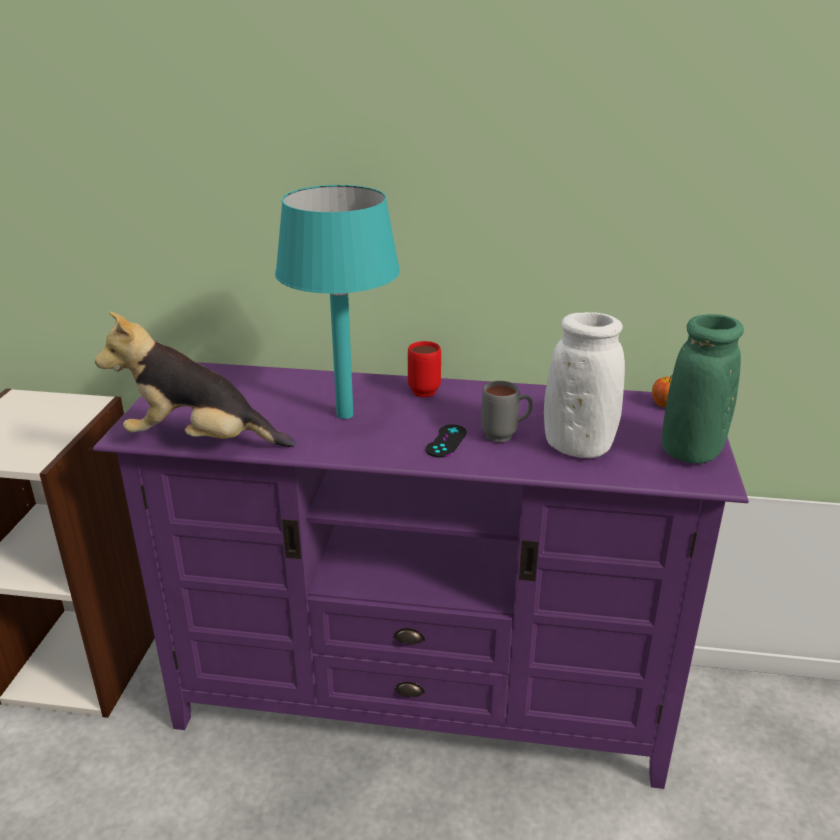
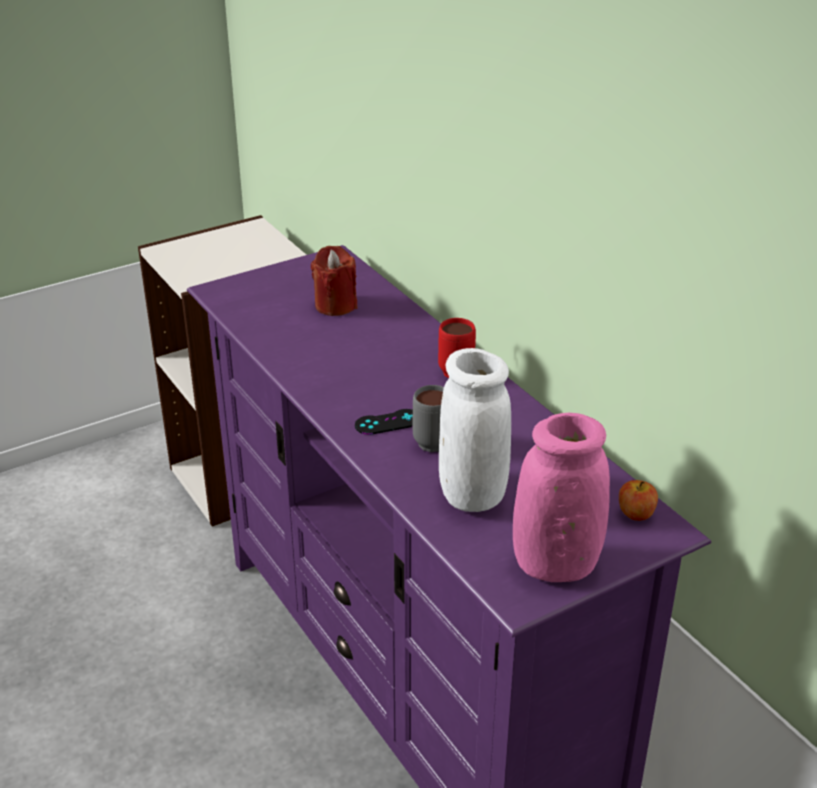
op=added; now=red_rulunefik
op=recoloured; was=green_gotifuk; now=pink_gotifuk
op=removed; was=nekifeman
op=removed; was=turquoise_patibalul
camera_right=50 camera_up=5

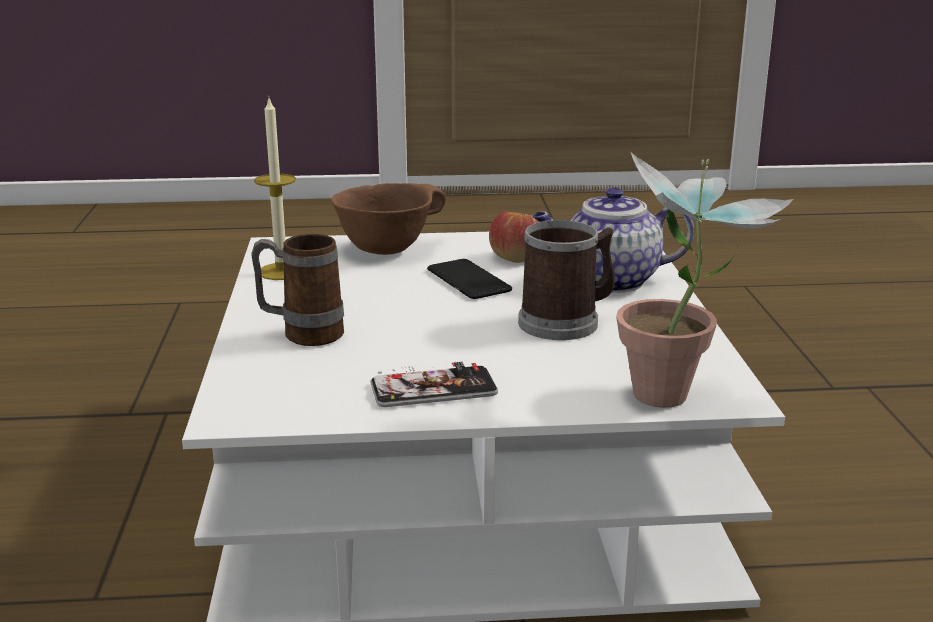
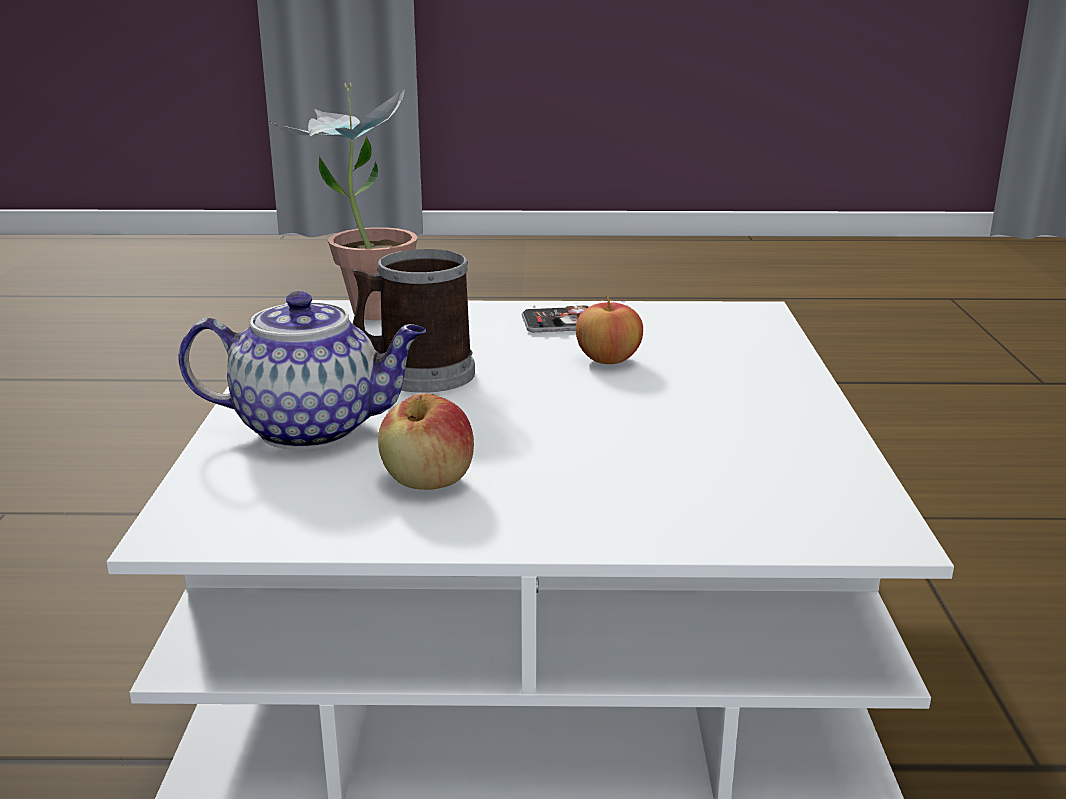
op=added; now=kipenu (2nd from left)
op=removed; was=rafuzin (1st from left)
op=removed; was=rulunefik
op=removed; was=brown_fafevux
op=removed; was=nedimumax (2nd from left)
camera_right=-175 camera_up=0

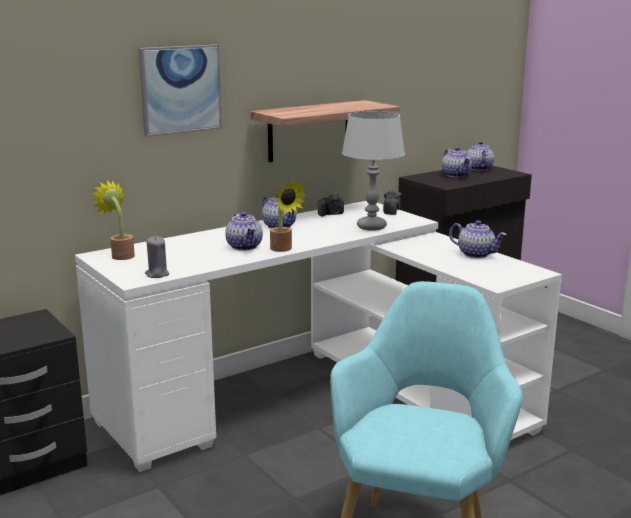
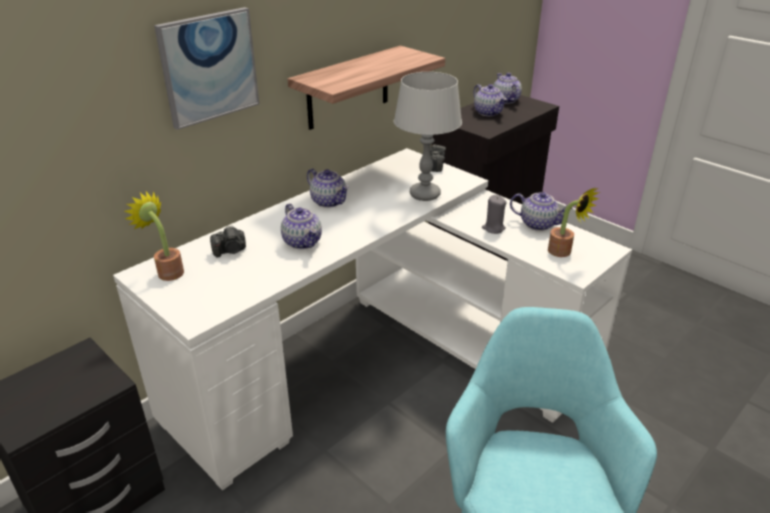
op=moved; was=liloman (1st from left)
op=moved; was=grey_rulunefik
op=moved; was=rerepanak (2nd from left)
camera_right=-10 camera_up=15

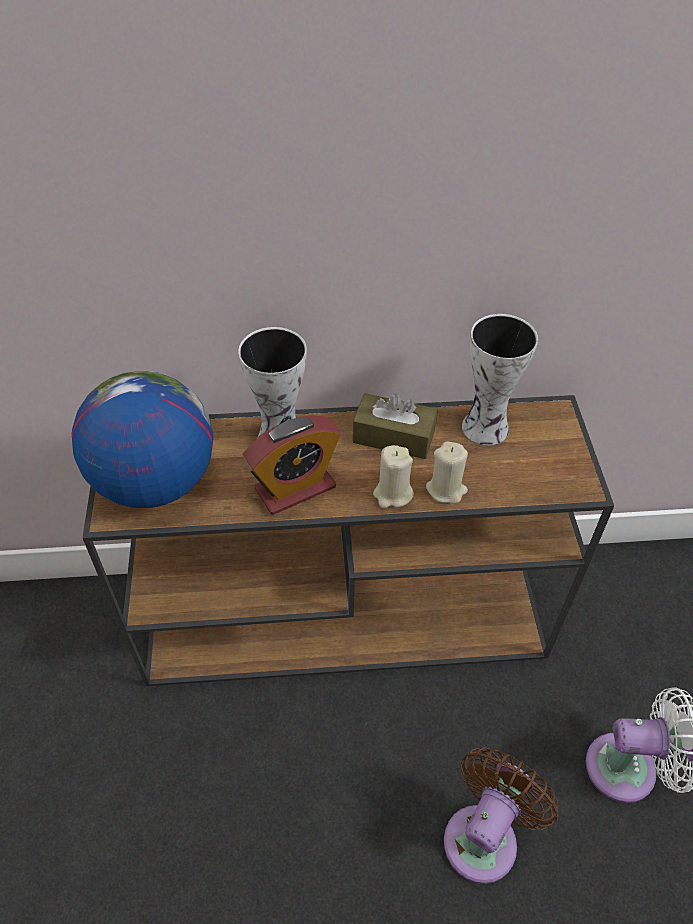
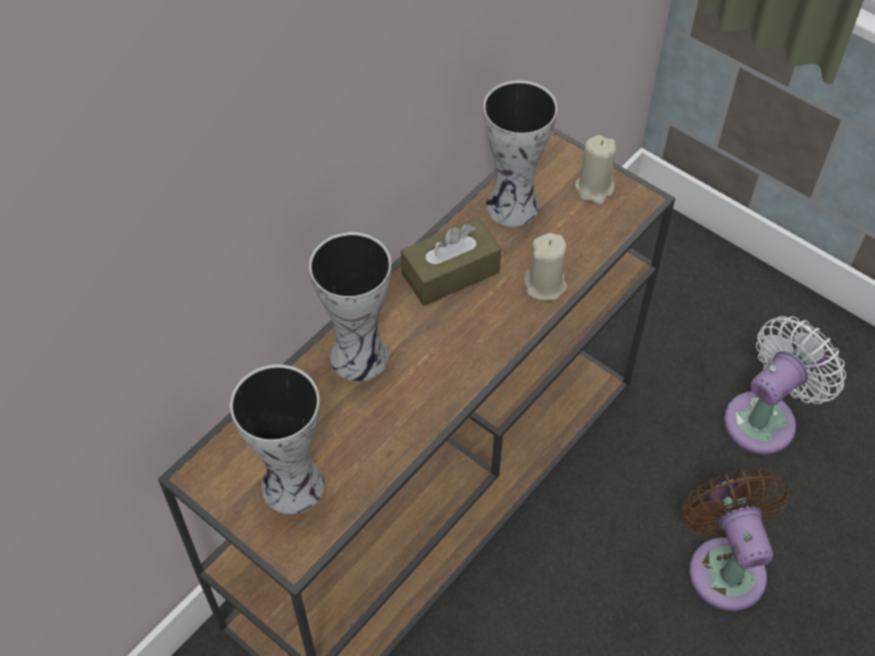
op=replaced; was=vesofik; now=gotifuk (1st from left)
op=moved; was=beige_rulunefik (1st from left in the first image); now=beige_rulunefik (2nd from left)
op=removed; was=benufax
camera_right=-45 camera_up=5

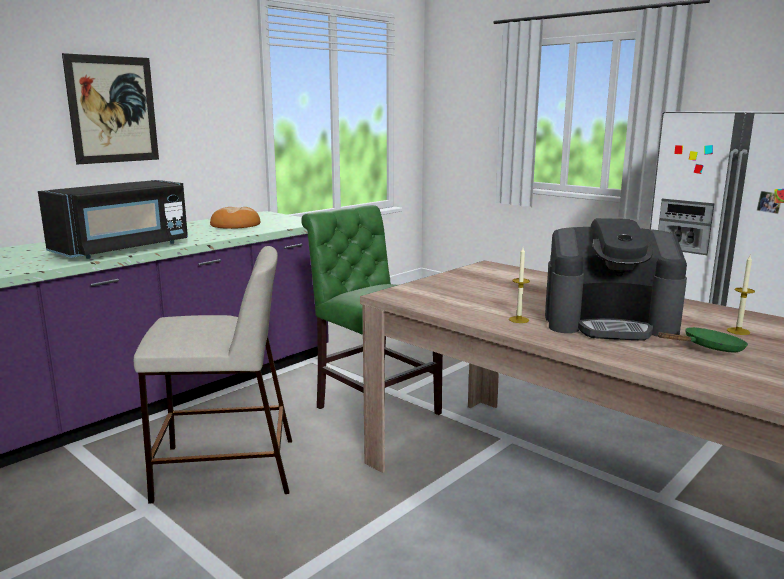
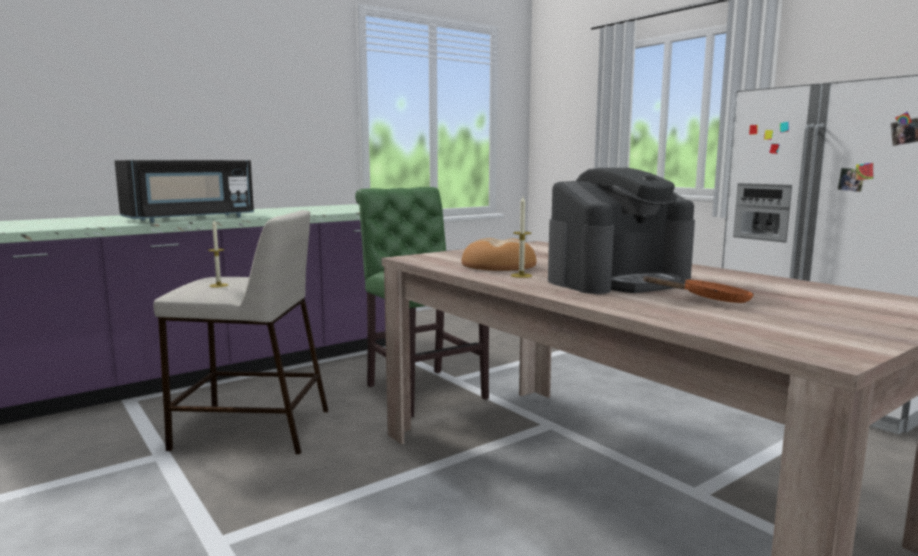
op=moved; was=rulunefik (2nd from left in the first image); now=rulunefik (1st from left)
op=moved; was=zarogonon
op=turned; was=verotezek; clockwise=-45
op=recoloured; was=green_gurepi; now=orange_gurepi
op=removed; was=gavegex
camera_right=10 camera_up=-5

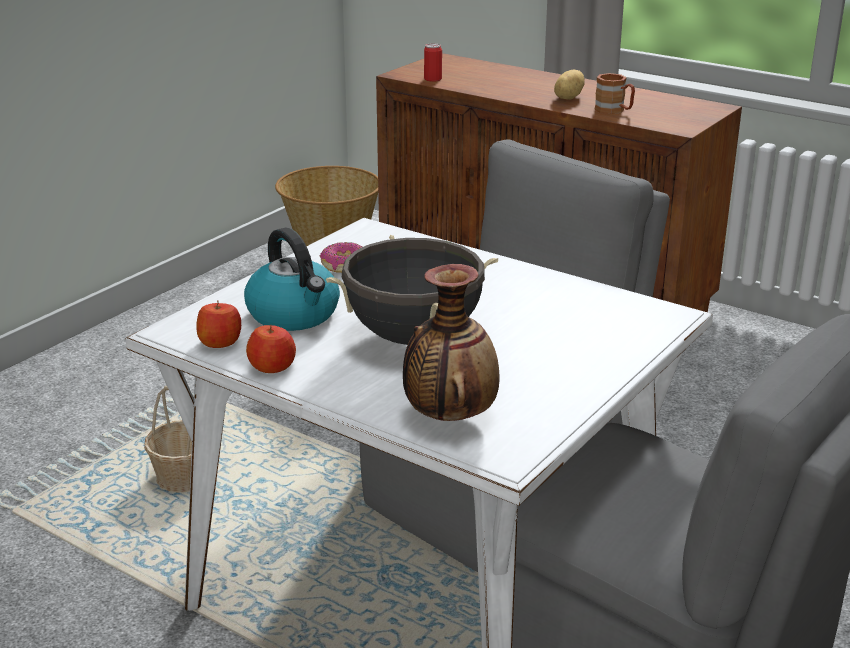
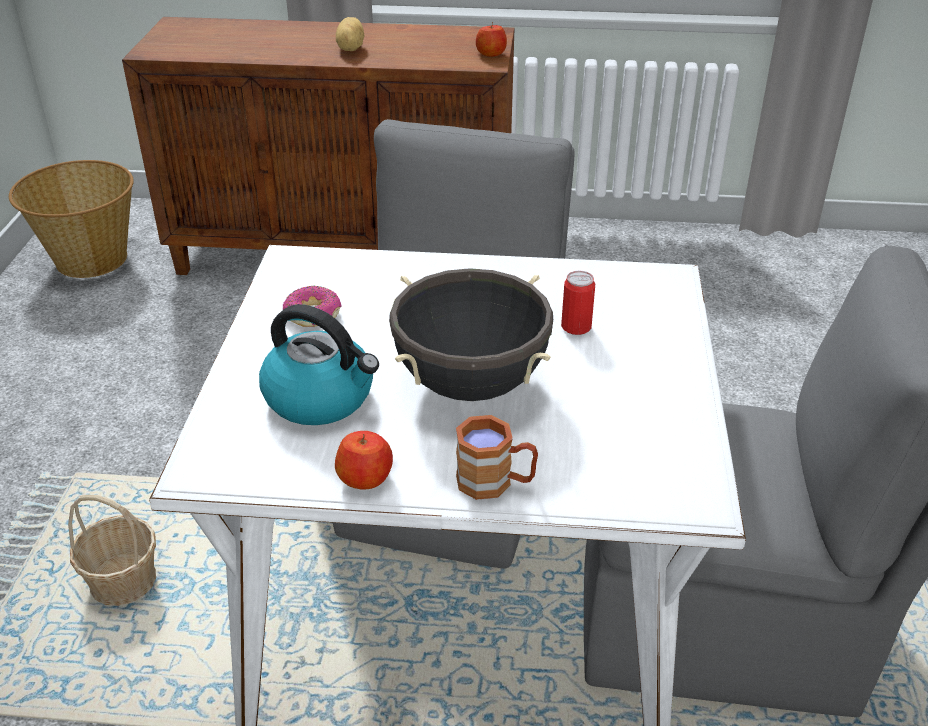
op=moved; was=brown_rafuzin
op=moved; was=kipenu (1st from left in the first image); now=kipenu (2nd from left)
op=moved; was=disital
op=removed; was=gotifuk
camera_right=-30 camera_up=10

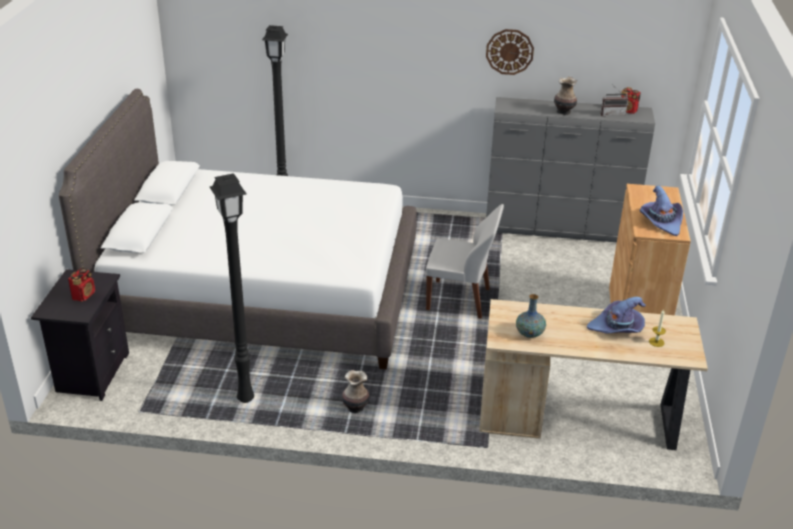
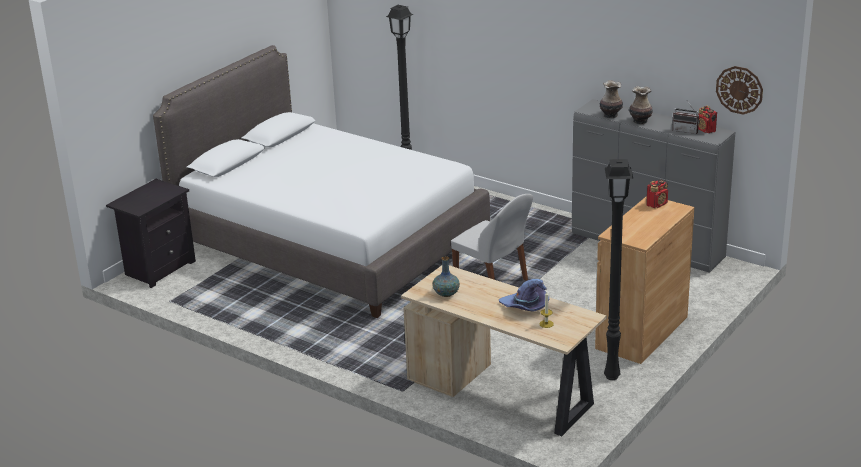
op=moved; was=gotifuk (1st from left in the first image); now=gotifuk (2nd from left)
op=moved; was=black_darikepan (1st from left in the first image); now=black_darikepan (2nd from left)
op=moved; was=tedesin (1st from left)
op=moved; was=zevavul
op=removed; was=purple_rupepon (2nd from left)
camera_right=30 camera_up=-5

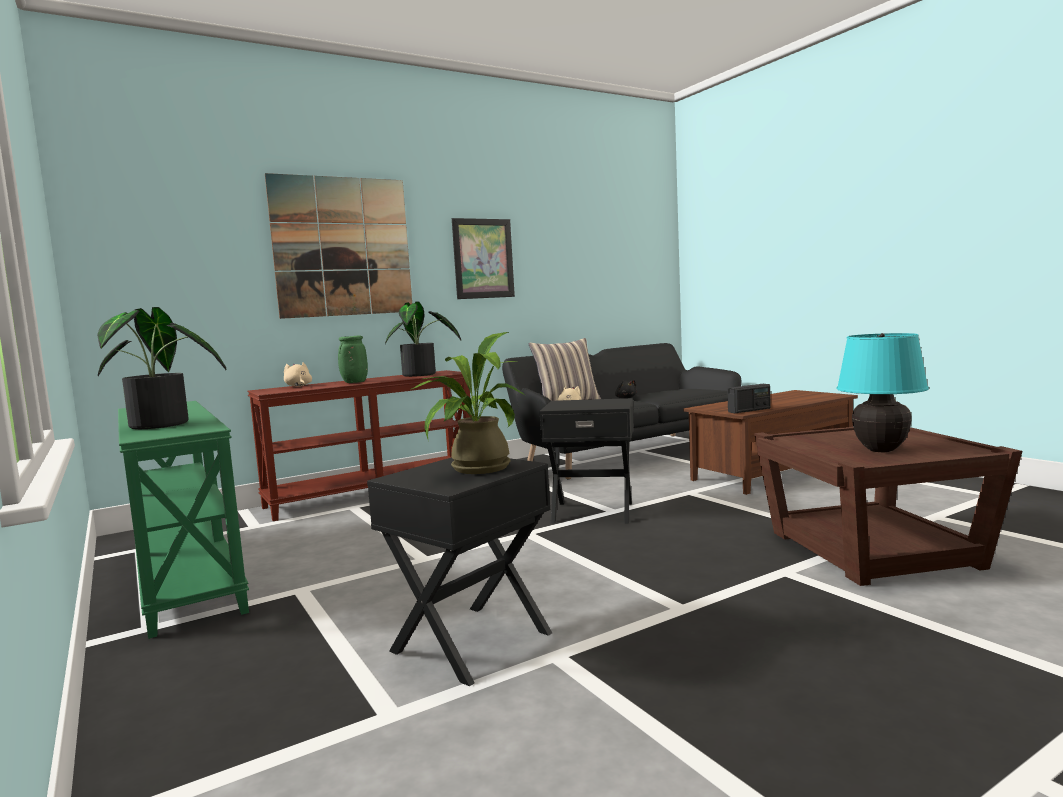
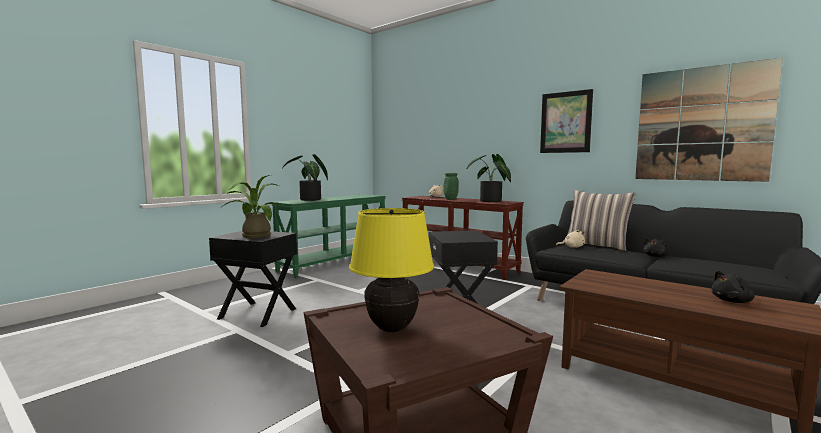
op=recoloured; was=turquoise_patibalul; now=yellow_patibalul
op=moved; was=gavegex (1st from left in the first image); now=gavegex (2nd from left)
op=added; now=black_nekifeman (2nd from left)
op=removed; was=tedesin
camera_right=70 camera_up=0

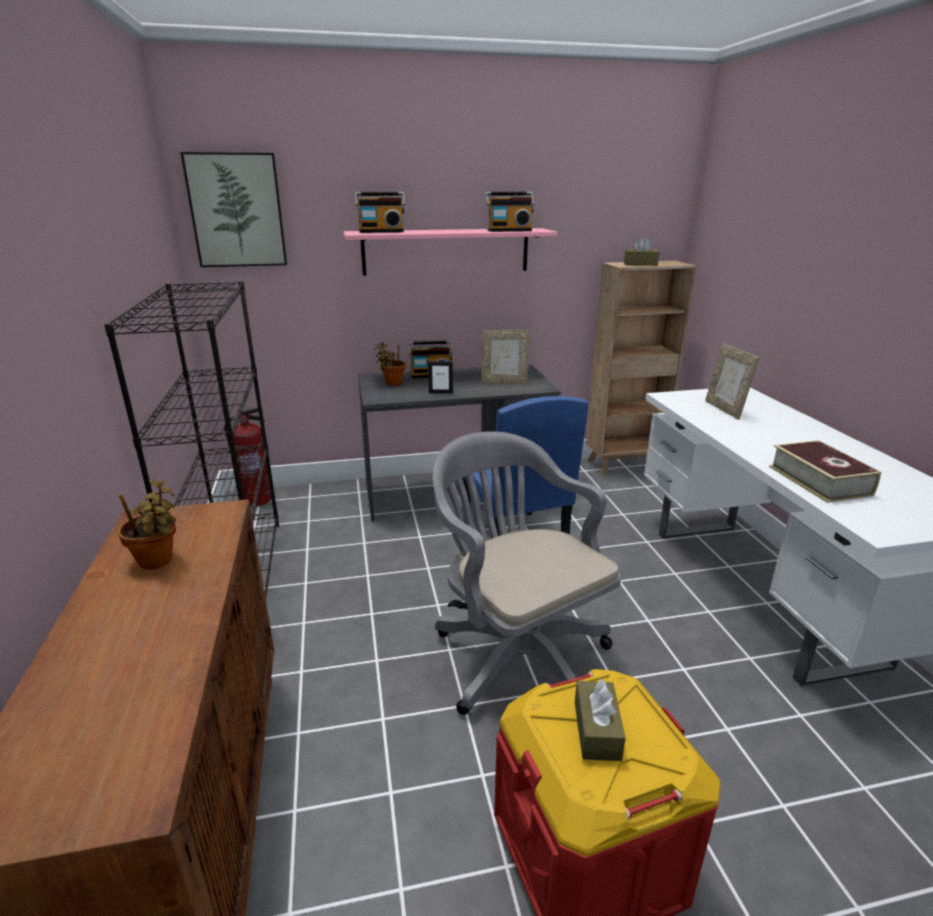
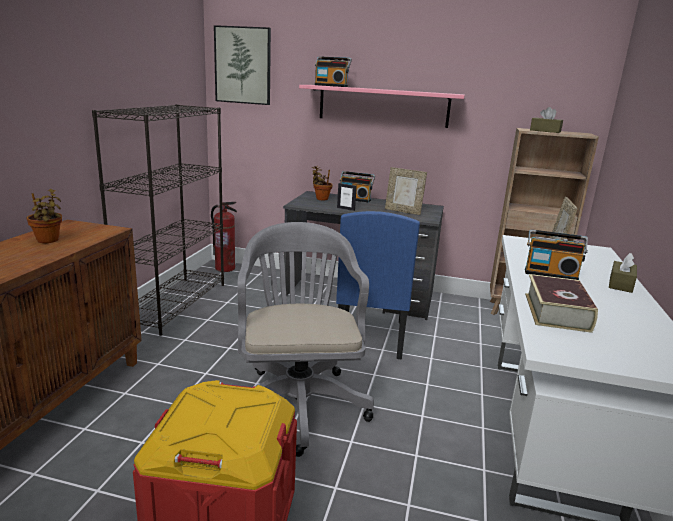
op=moved; was=tedesin (3rd from left)
op=moved; was=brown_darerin (1st from left in the first image); now=brown_darerin (2nd from left)
camera_right=25 camera_up=-5

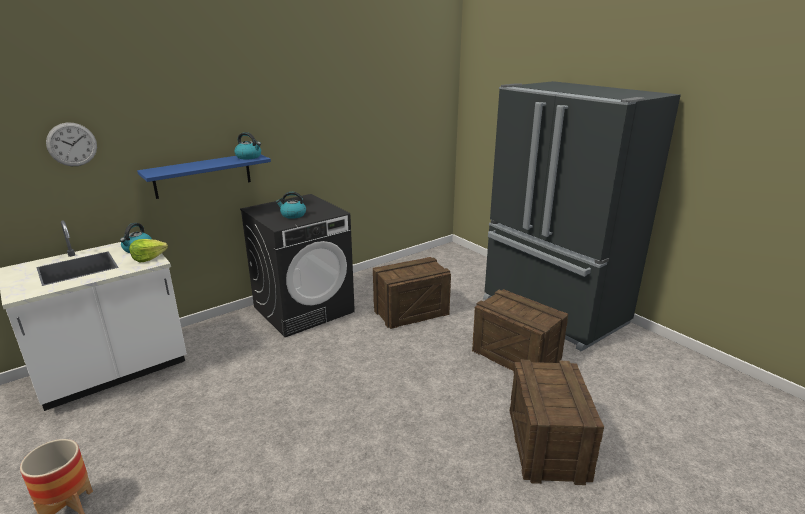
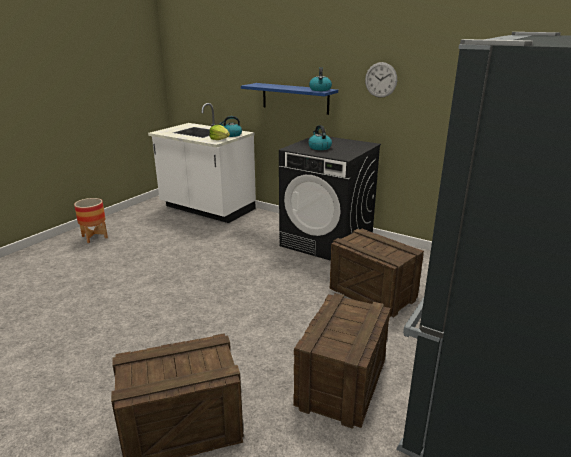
op=moved; was=zevavul
camera_right=70 camera_up=0

